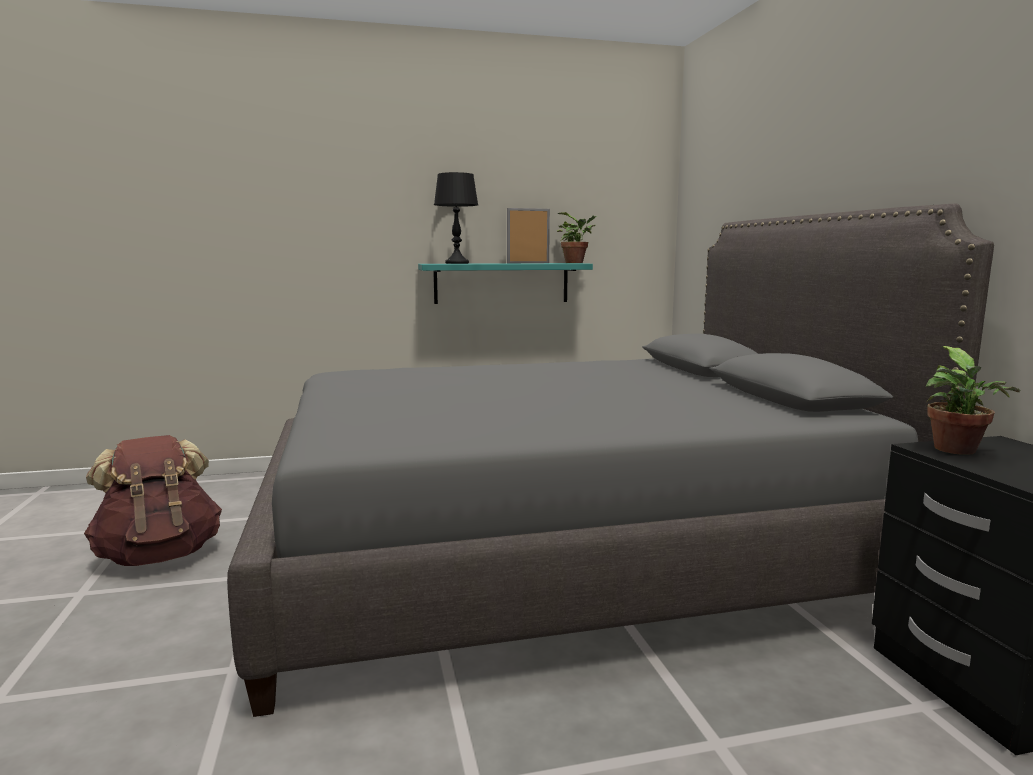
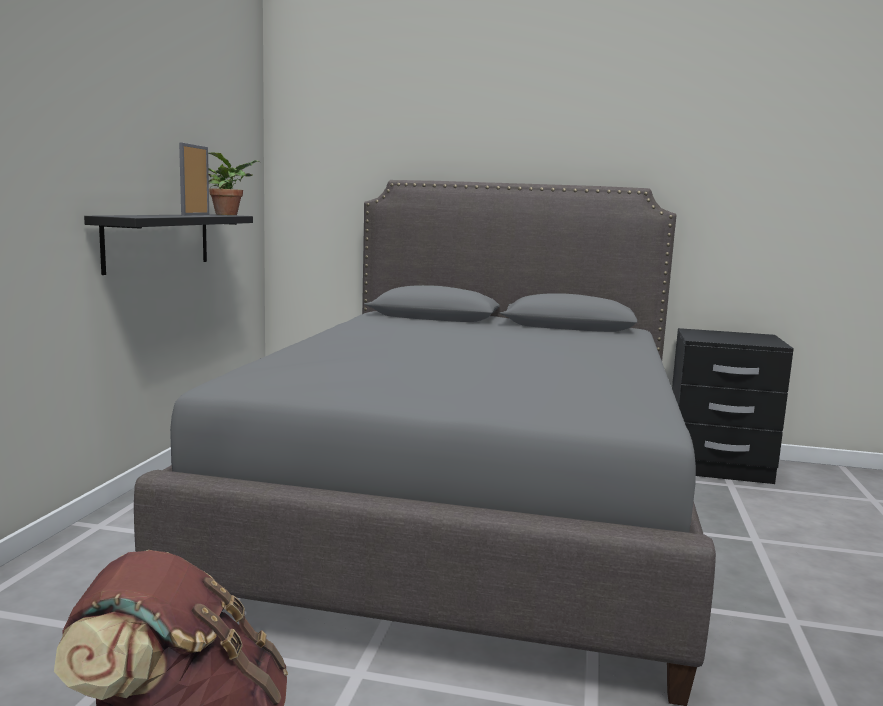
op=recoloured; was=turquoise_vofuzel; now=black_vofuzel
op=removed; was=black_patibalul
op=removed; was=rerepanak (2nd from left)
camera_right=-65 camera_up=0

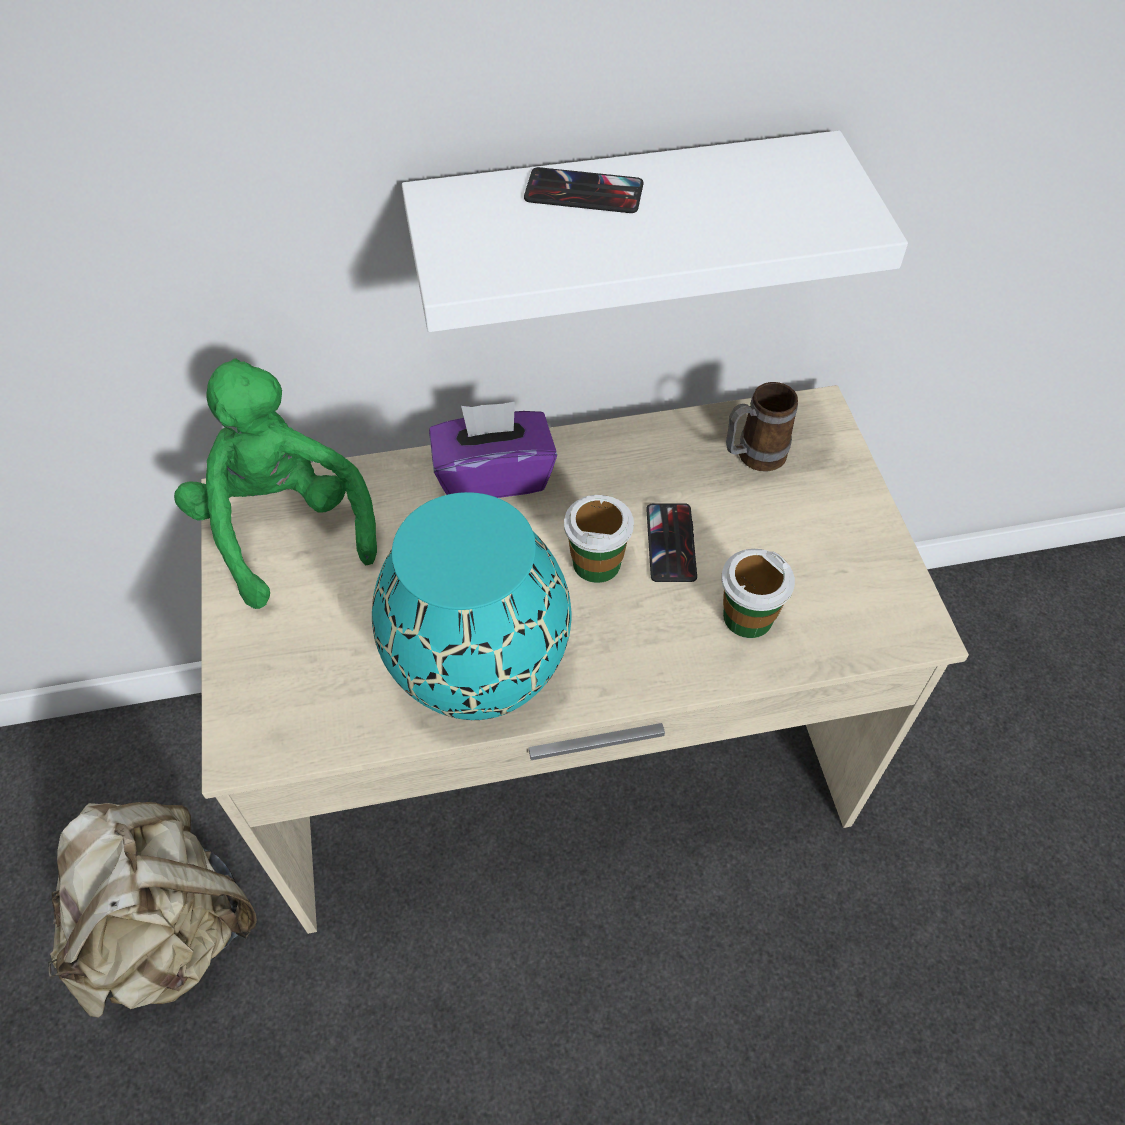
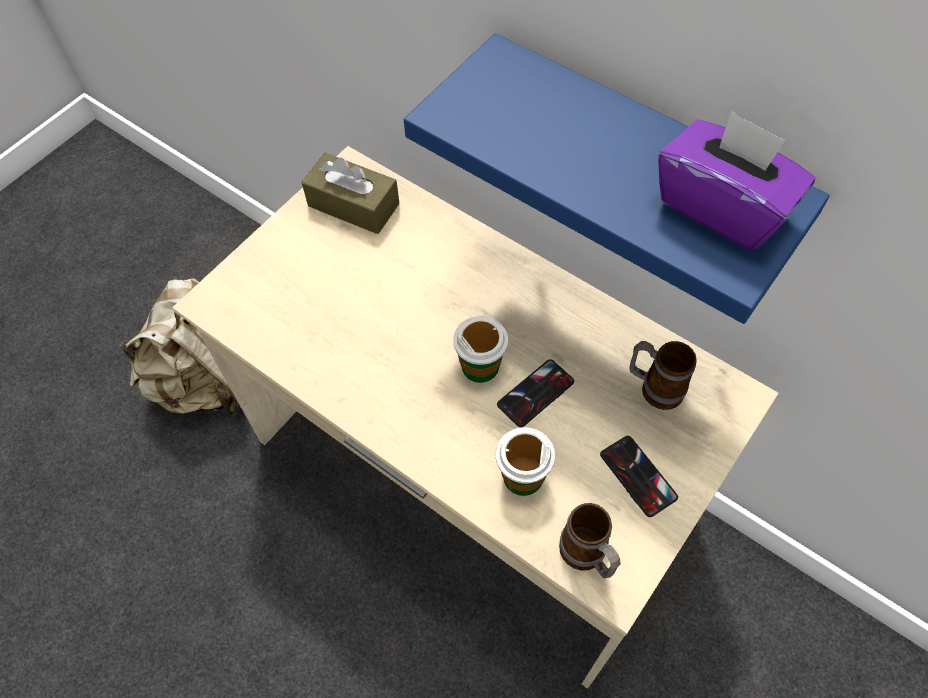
op=replaced; was=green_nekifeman; now=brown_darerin
op=recoloured; was=white_vofuzel; now=blue_vofuzel
op=added; now=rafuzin (1st from left)
op=moved; was=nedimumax (1st from left in the first image); now=nedimumax (2nd from left)
op=moved; was=purple_darerin
op=removed; was=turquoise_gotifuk
camera_right=50 camera_up=5

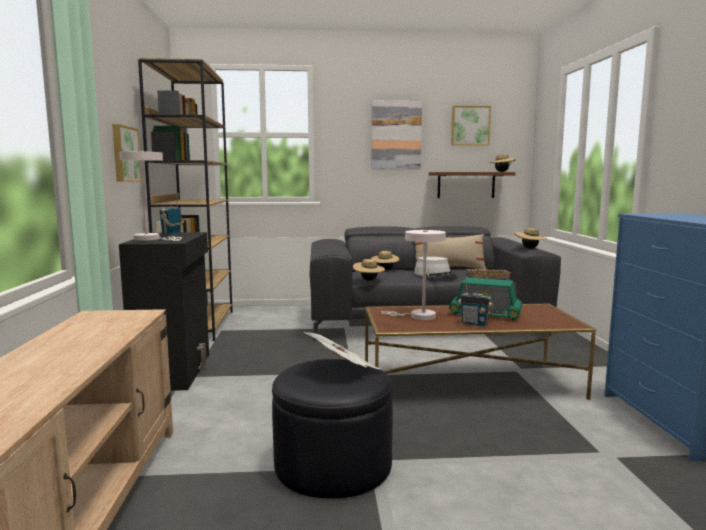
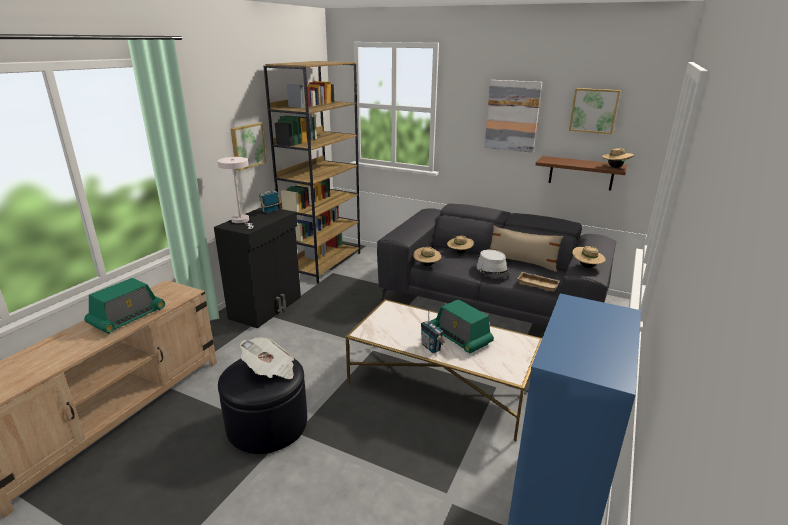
op=added; now=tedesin (1st from left)
op=recoloured; was=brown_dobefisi; now=white_dobefisi
op=removed; was=white_patibalul (2nd from left)
camera_right=30 camera_up=15

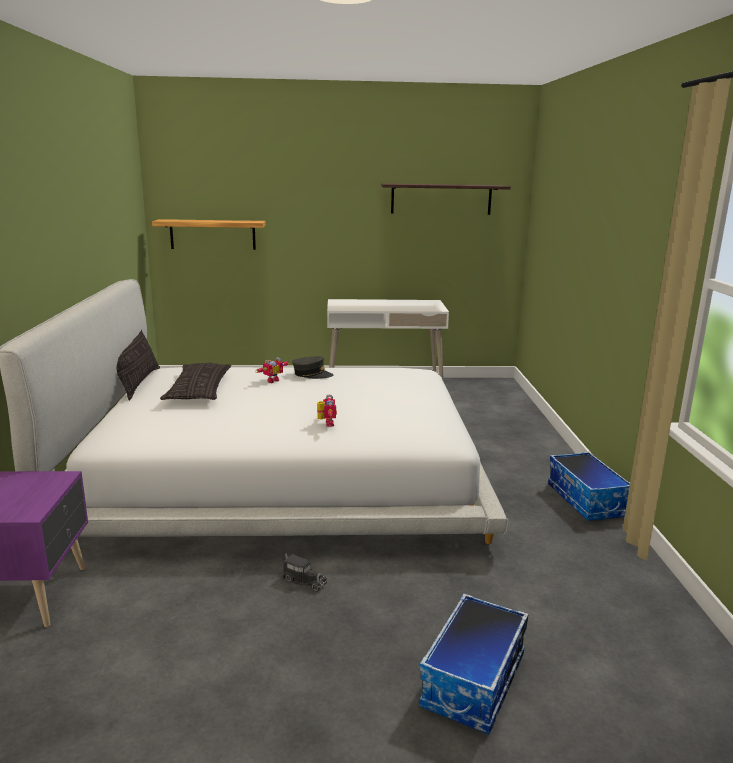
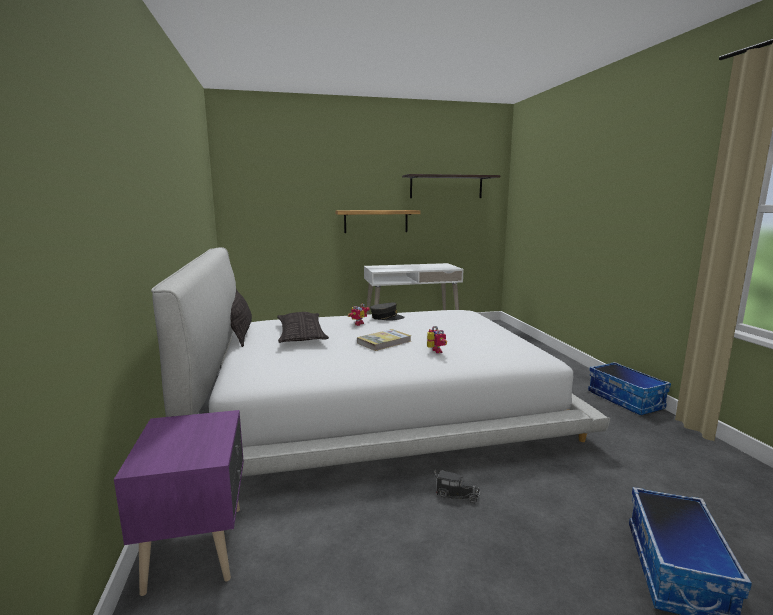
op=moved; was=vofuzel (1st from left)
op=added; now=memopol
camera_right=-10 camera_up=-5

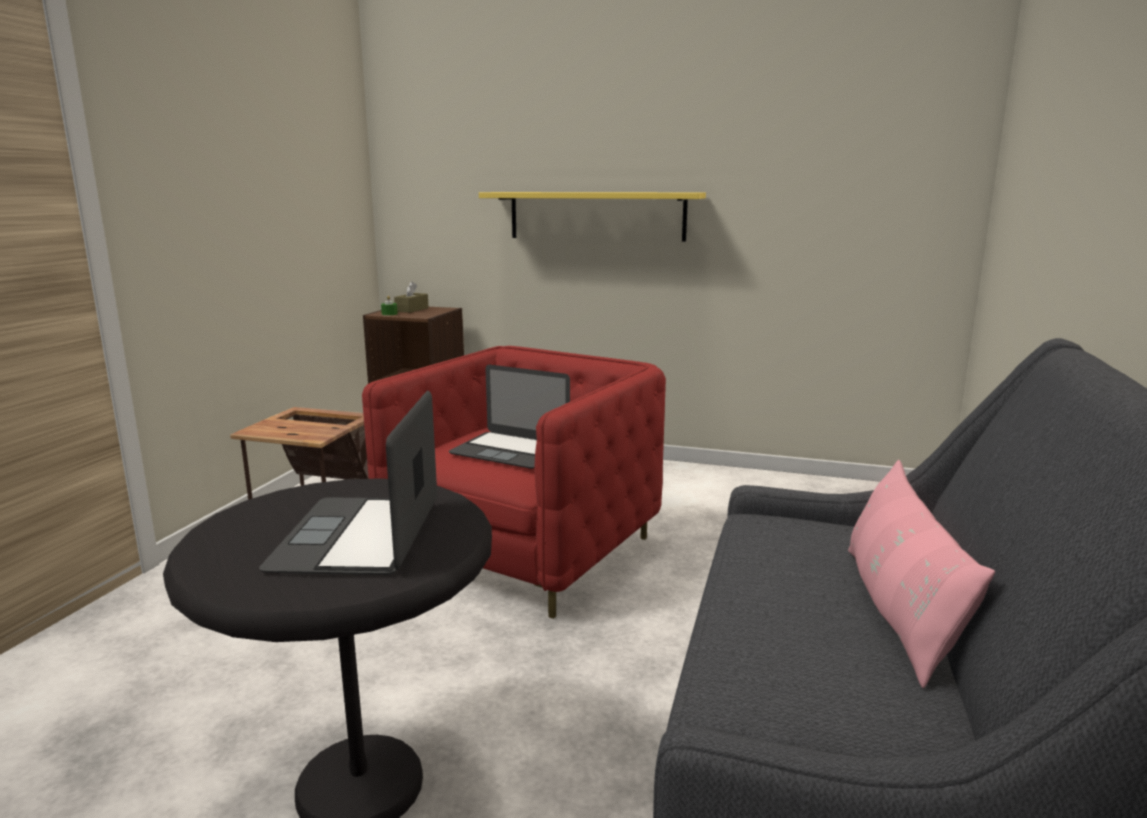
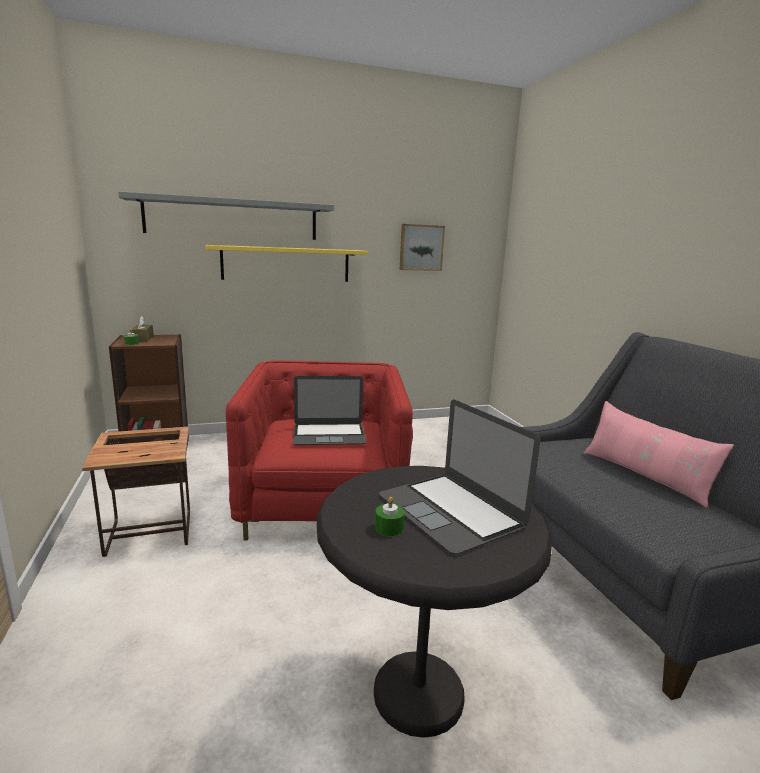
op=added; now=grey_vofuzel
op=added; now=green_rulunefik (2nd from left)
op=added; now=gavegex
camera_right=-35 camera_up=0

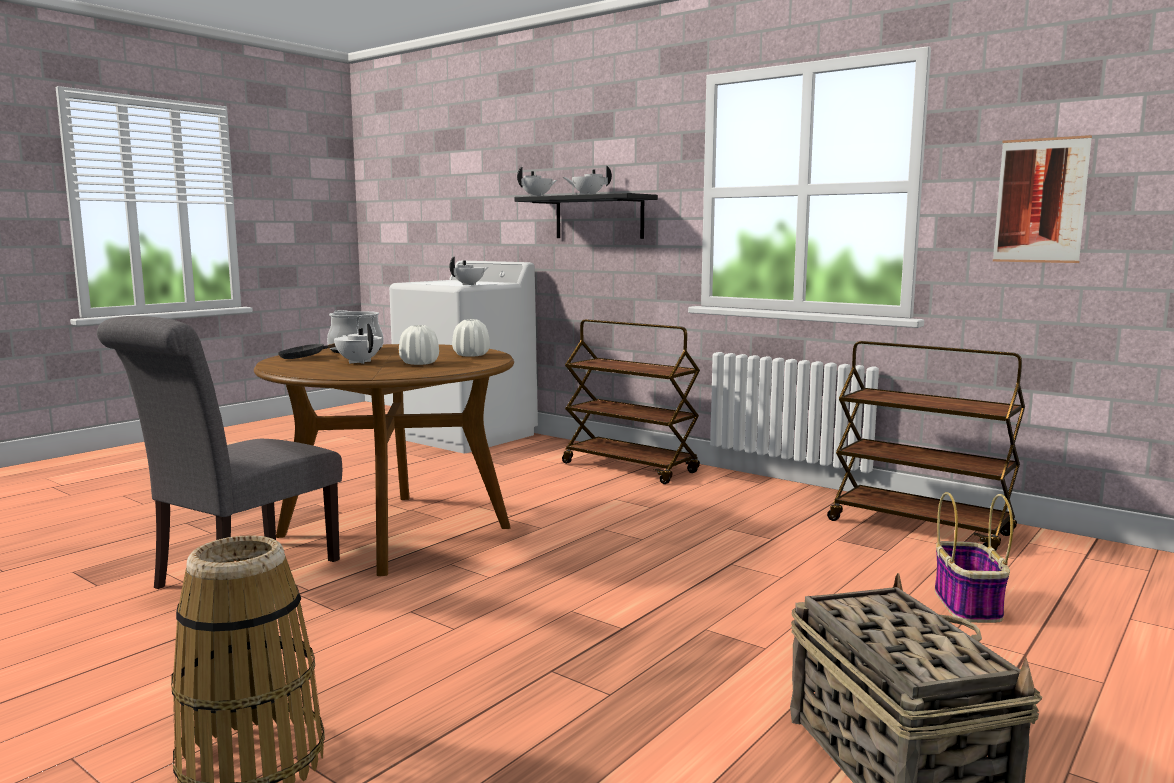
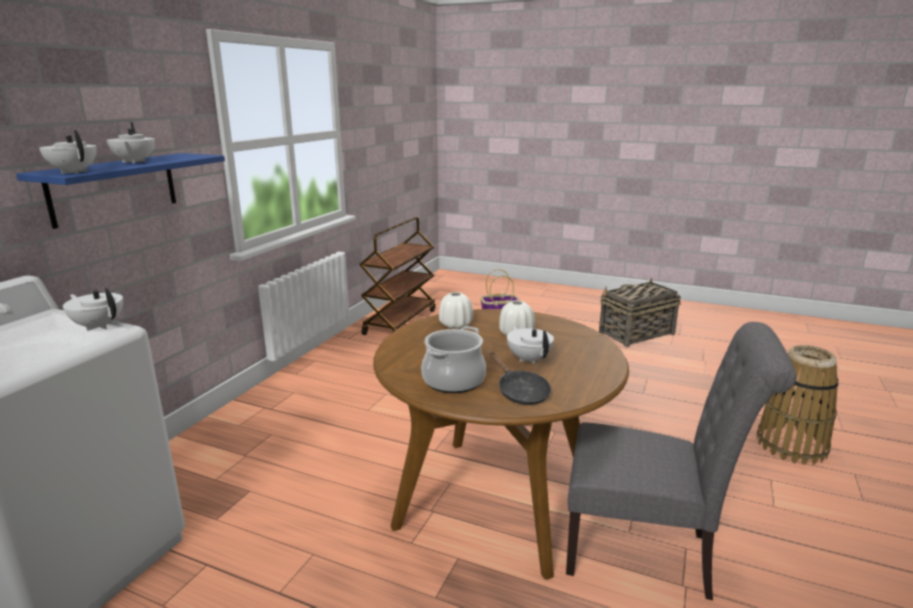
op=recoloured; was=black_vofuzel; now=blue_vofuzel
op=turned; was=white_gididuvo (1st from left in the first image); clockwise=120
op=removed; was=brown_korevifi (1st from left)
op=removed; was=gavegex
camera_right=-105 camera_up=10

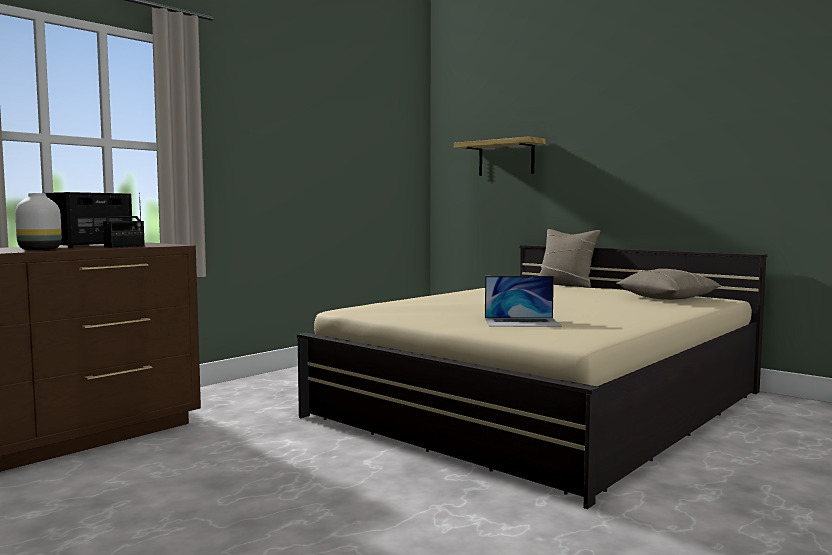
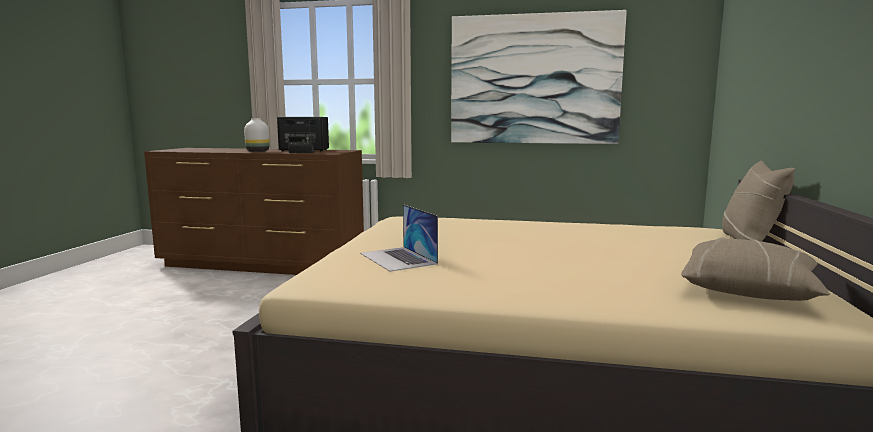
op=added; now=gavegex
op=removed; was=vofuzel
camera_right=60 camera_up=5

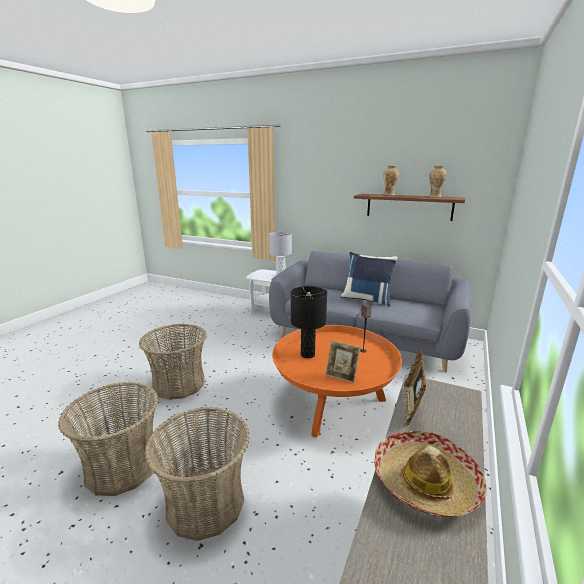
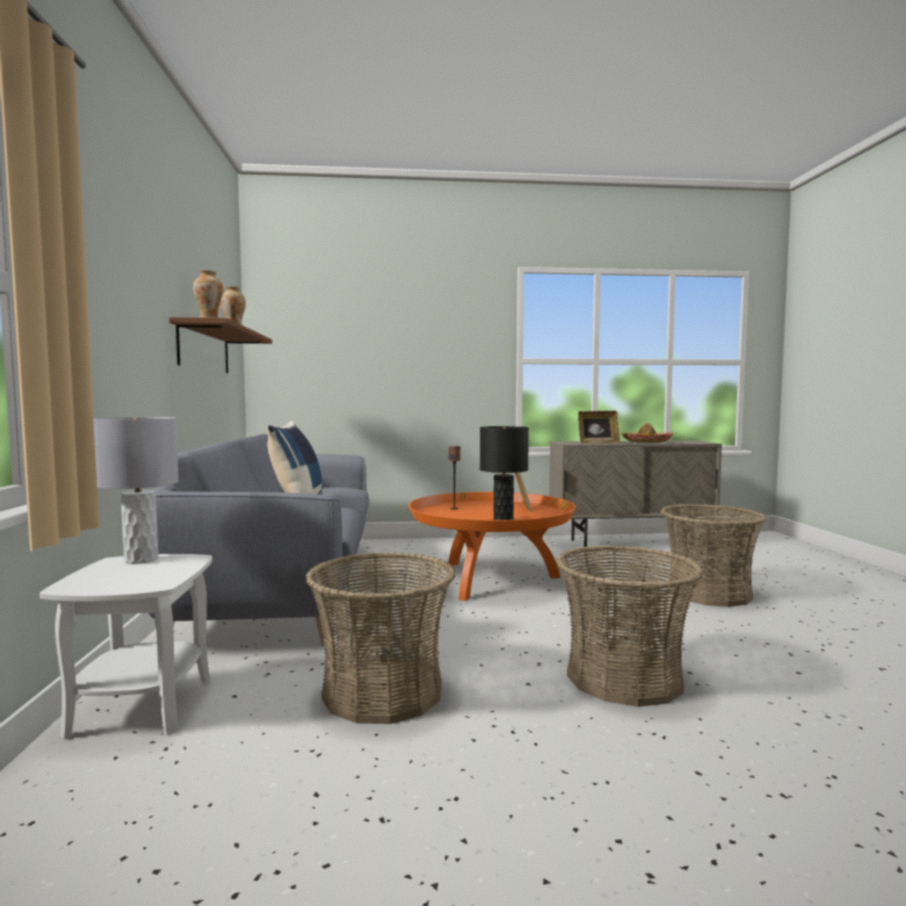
op=moved; was=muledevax (1st from left)
camera_right=-120 camera_up=-15

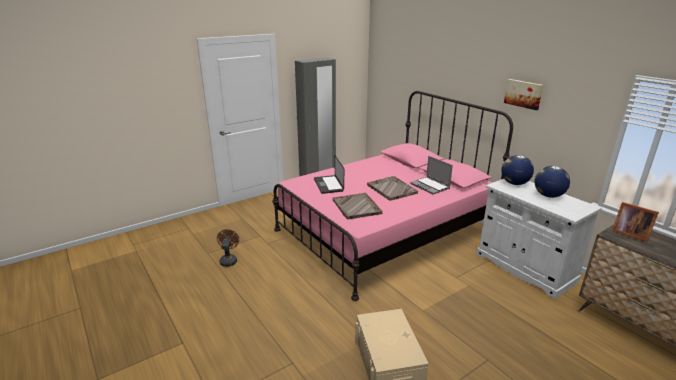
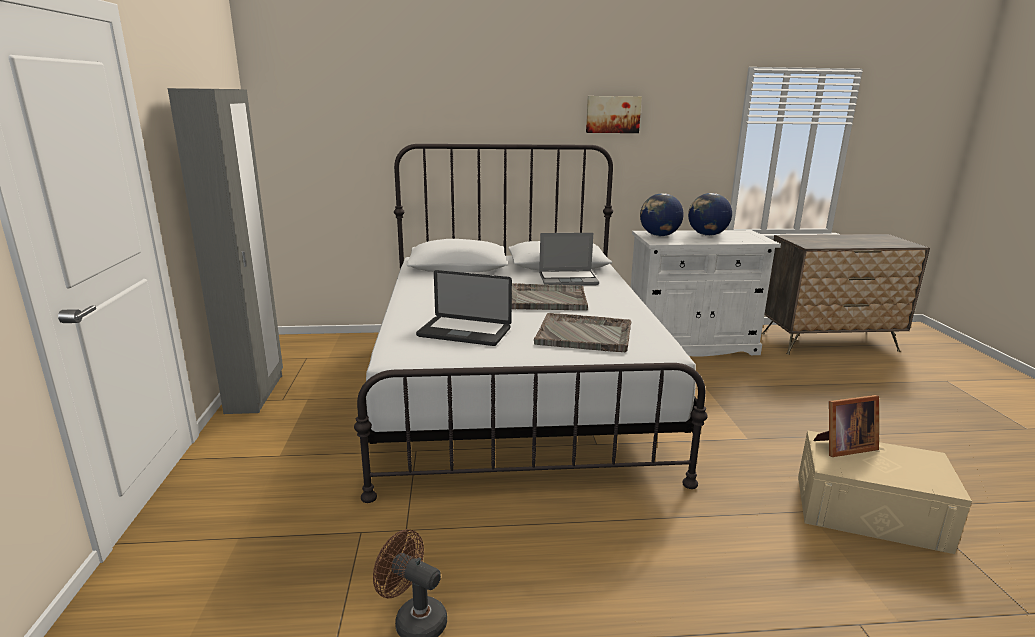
op=recoloured; was=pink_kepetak; now=white_kepetak
op=moved; was=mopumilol
camera_right=-60 camera_up=-5

